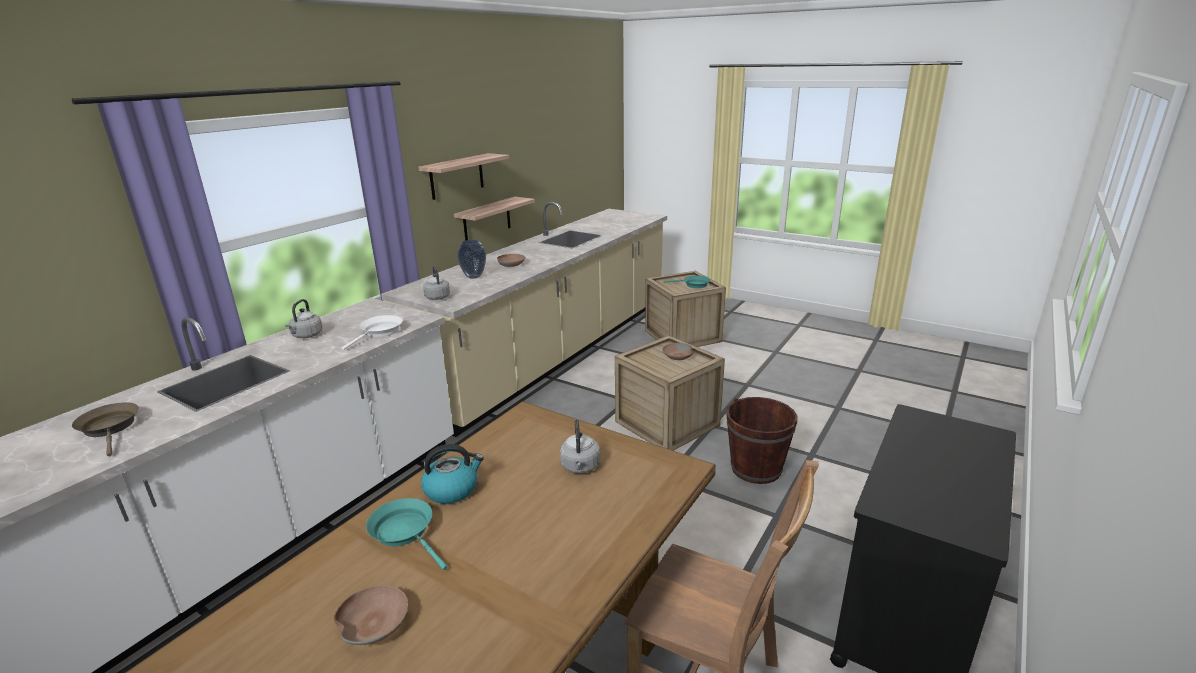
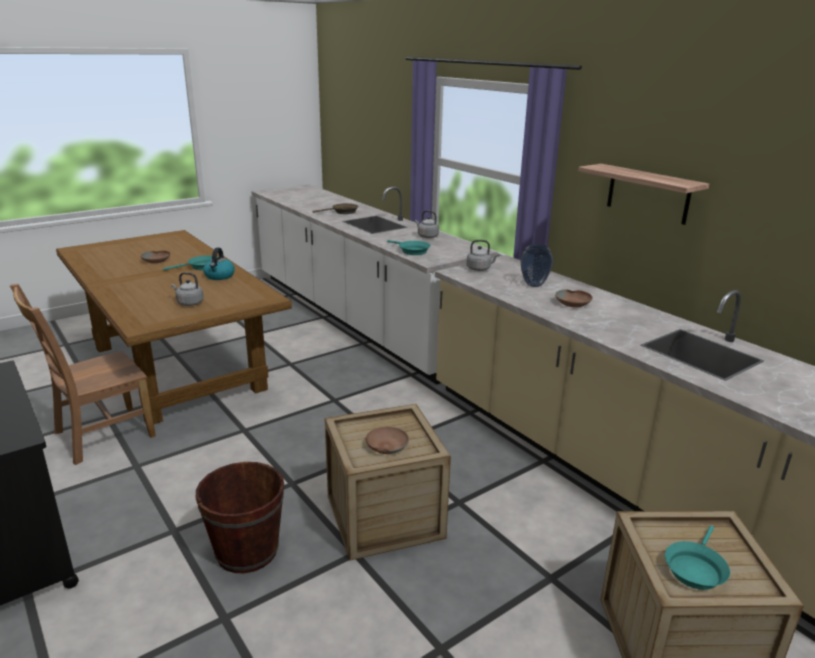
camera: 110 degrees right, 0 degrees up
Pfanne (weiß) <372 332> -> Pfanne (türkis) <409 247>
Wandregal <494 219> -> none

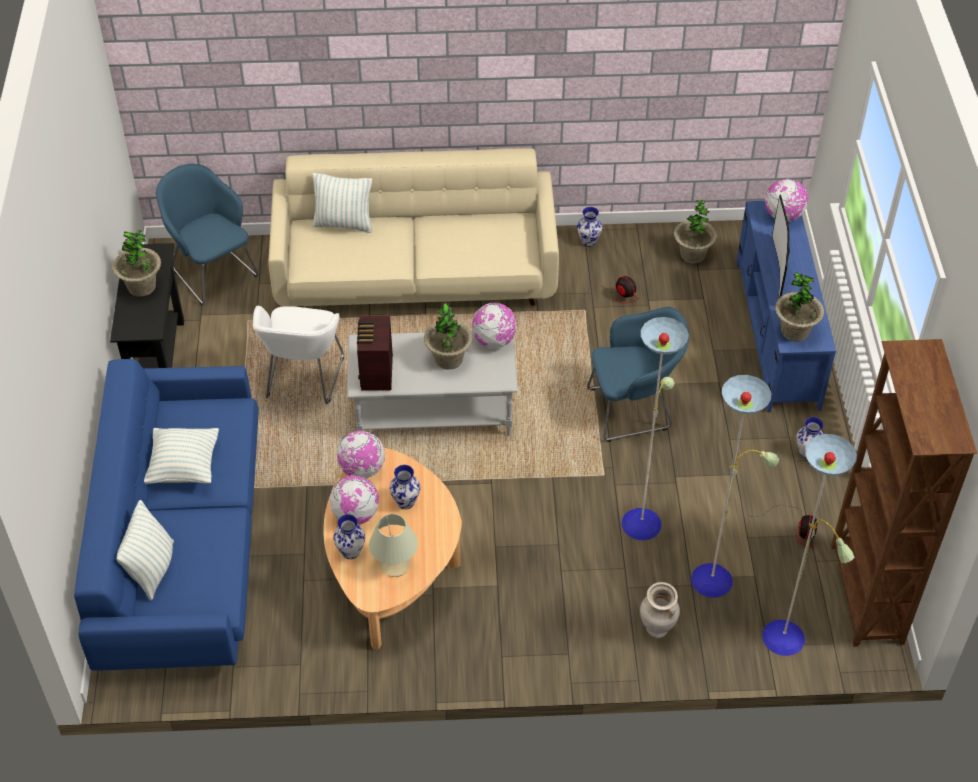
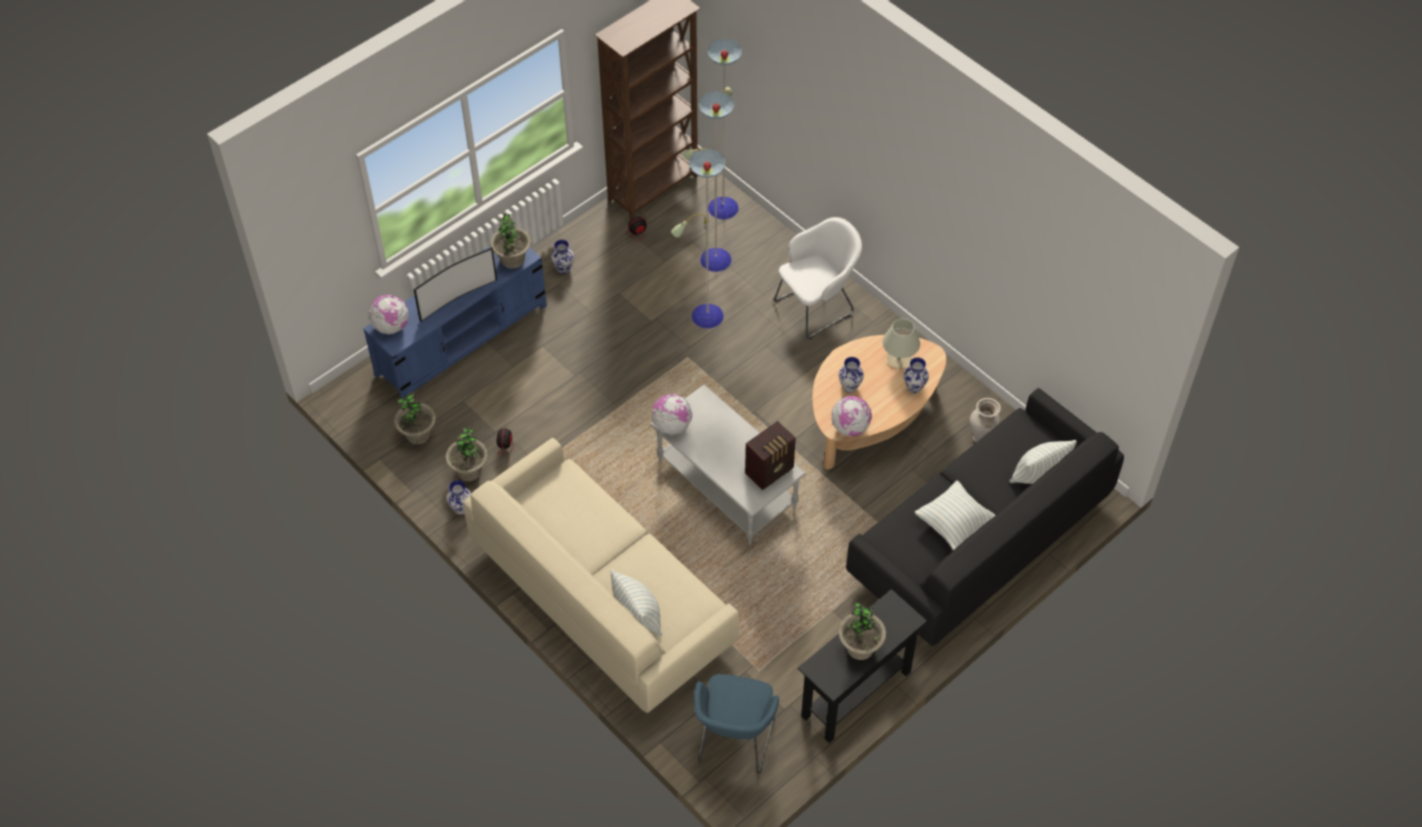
camera: 130 degrees left, 5 degrees up
Topfpflanze <448 336> -> Topfpflanze <466 454>, shifted
Sessel (weiß) <298 355> -> Sessel (weiß) <818 278>, shifted
Sofa (blau) <166 515> -> Sofa (schwarz) <985 517>
Vase (beige) <660 610> -> Vase (beige) <985 420>, shifted
Globus <354 500> -> none
Sessel (blau) <638 374> -> none

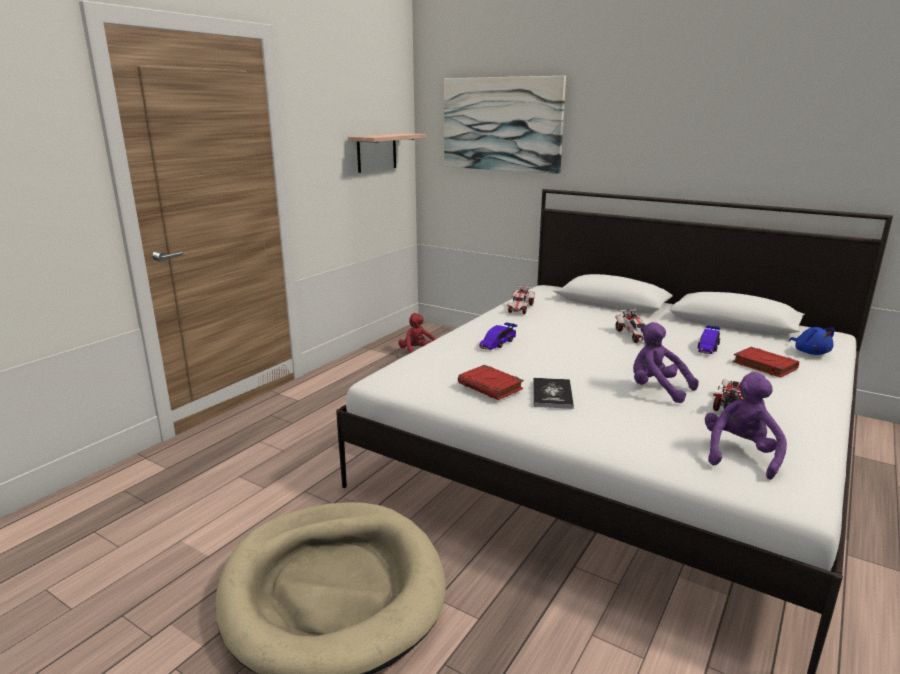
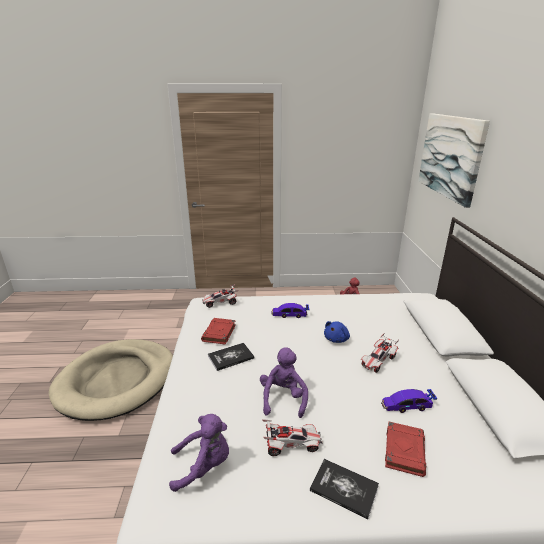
camera: 55 degrees right, 5 degrees up
Spielzeugauto <521 298> -> Spielzeugauto <220 296>, shifted
none -> Buch <344 489>
Plüschtier (blau) <812 341> -> Plüschtier (blau) <337 332>, shifted
Wandregal <387 153> -> none

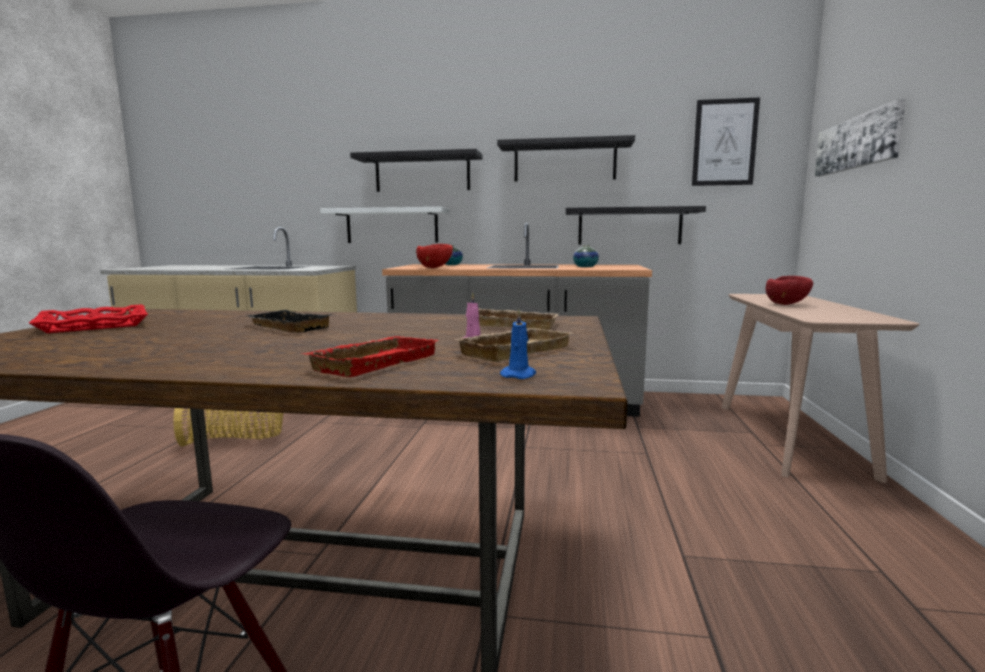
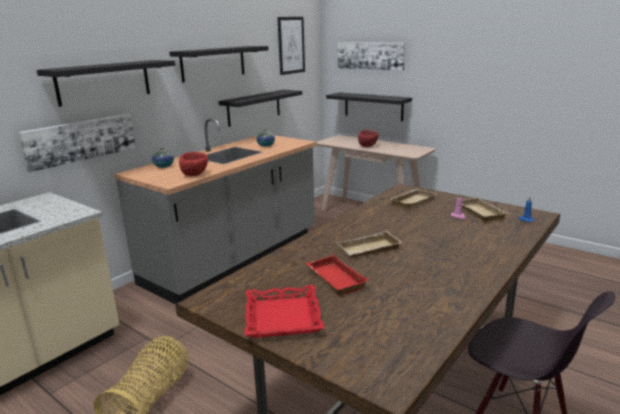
camera: 60 degrees left, 10 degrees up
Wandregal (weiß) <385 225> -> Bild <77 143>
Tablett (rot) <371 356> -> Tablett (rot) <337 275>, shifted
none -> Wandregal (schwarz) <369 106>
Tablett (schwarz) <288 321> -> Tablett (beige) <369 244>

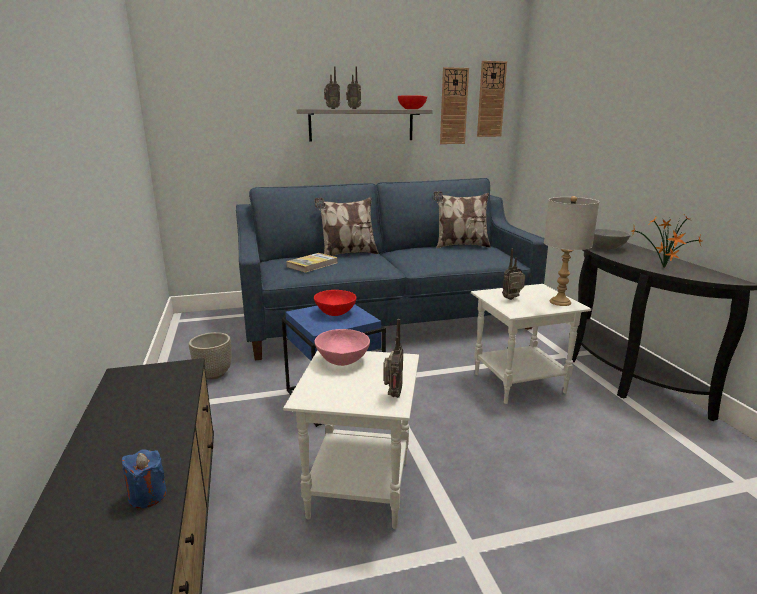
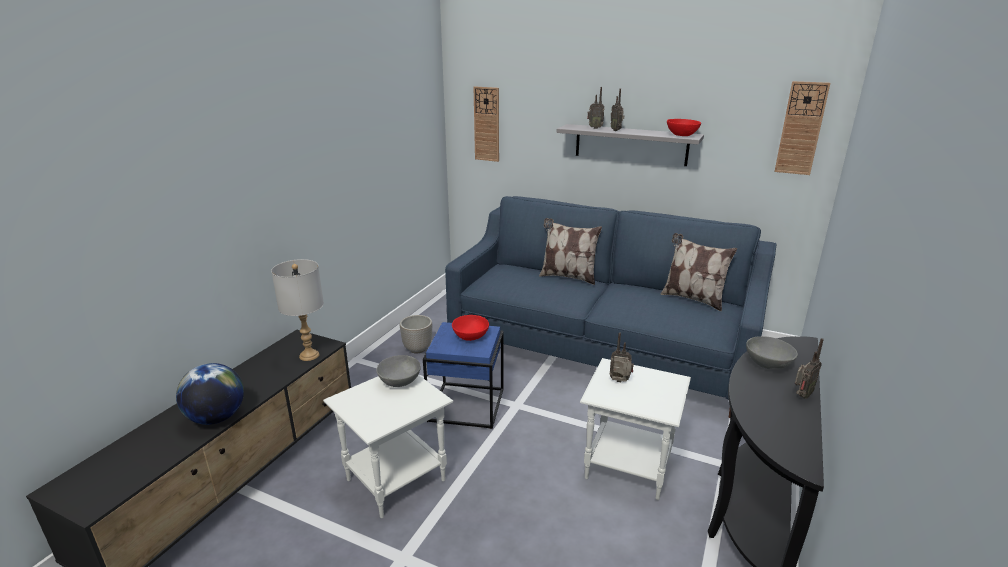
camera: 40 degrees right, 5 degrees up
Kerze (blau) <144 478> -> Globus <210 394>
Tischlampe (grau) <571 251> -> Tischlampe (grau) <297 310>, shifted
Schüssel (rosa) <342 347> -> Schüssel (grau) <398 371>
Wanduhr <454 105> -> Wanduhr <486 124>, shifted
Radio <393 358> -> Radio <809 368>, shifted
Buch <312 262> -> none
Topfpflanze <667 241> -> none

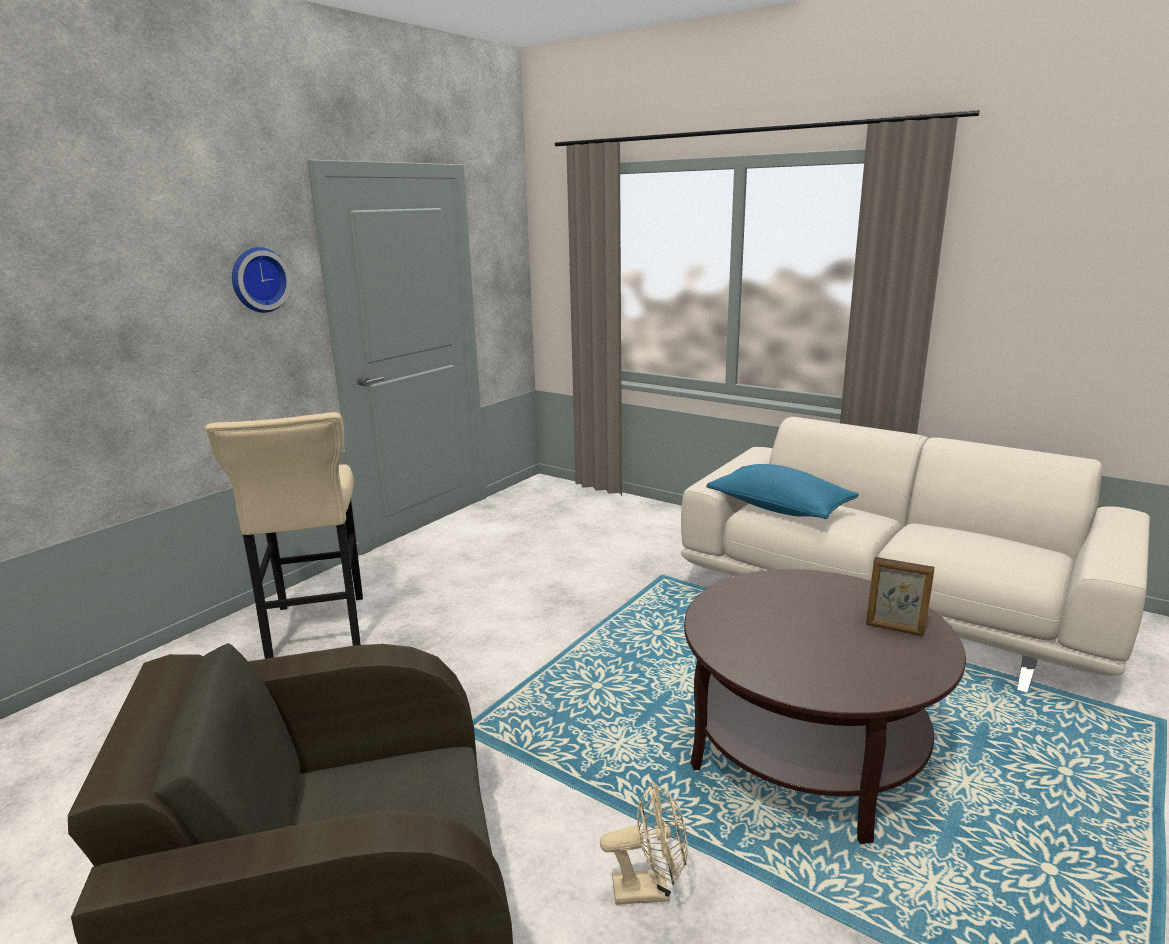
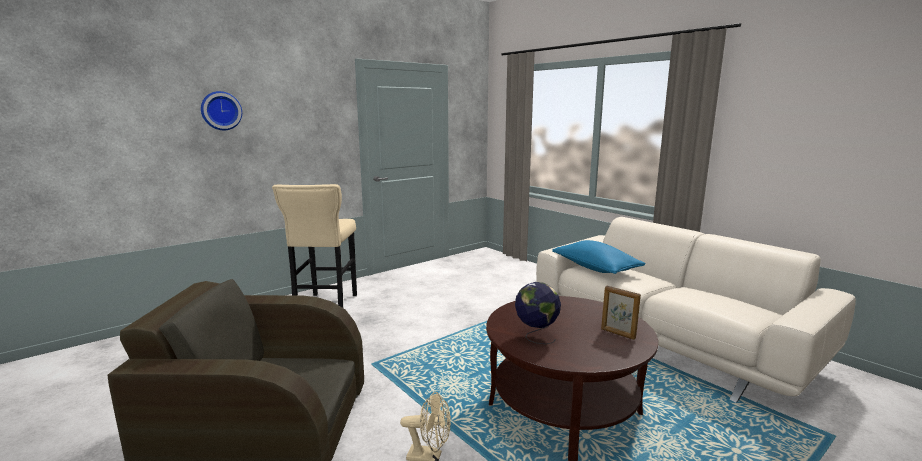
camera: 15 degrees right, 5 degrees down
Wanduhr <261 280> -> Wanduhr <221 110>, shifted
none -> Globus <538 313>

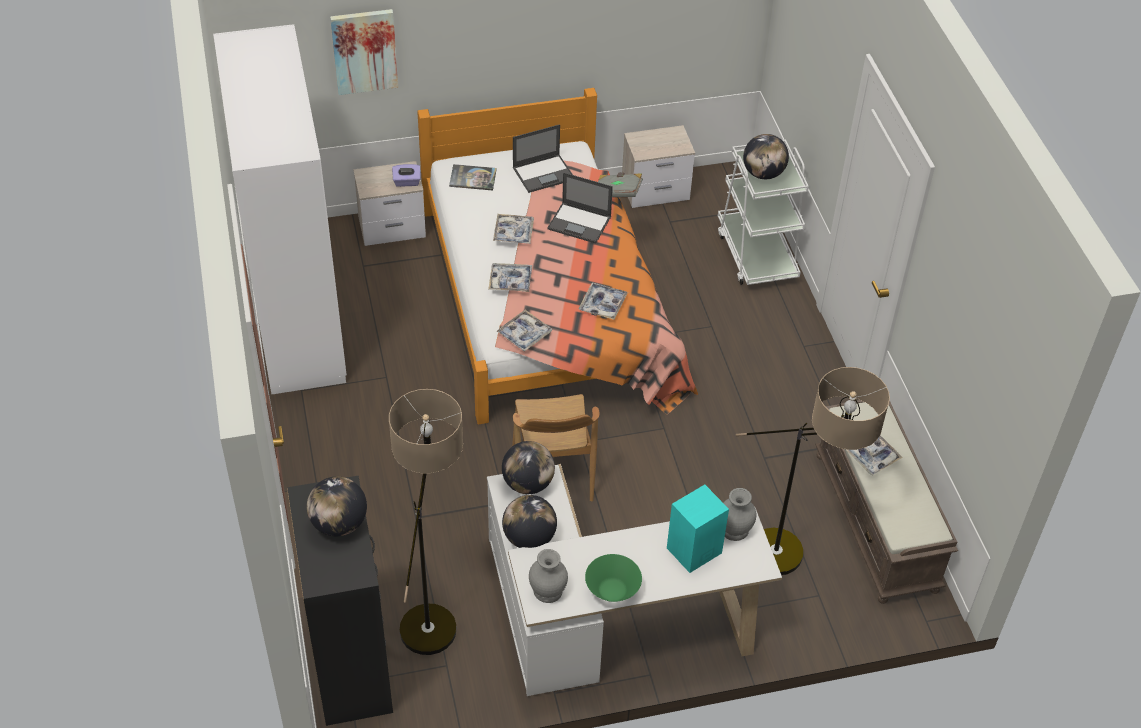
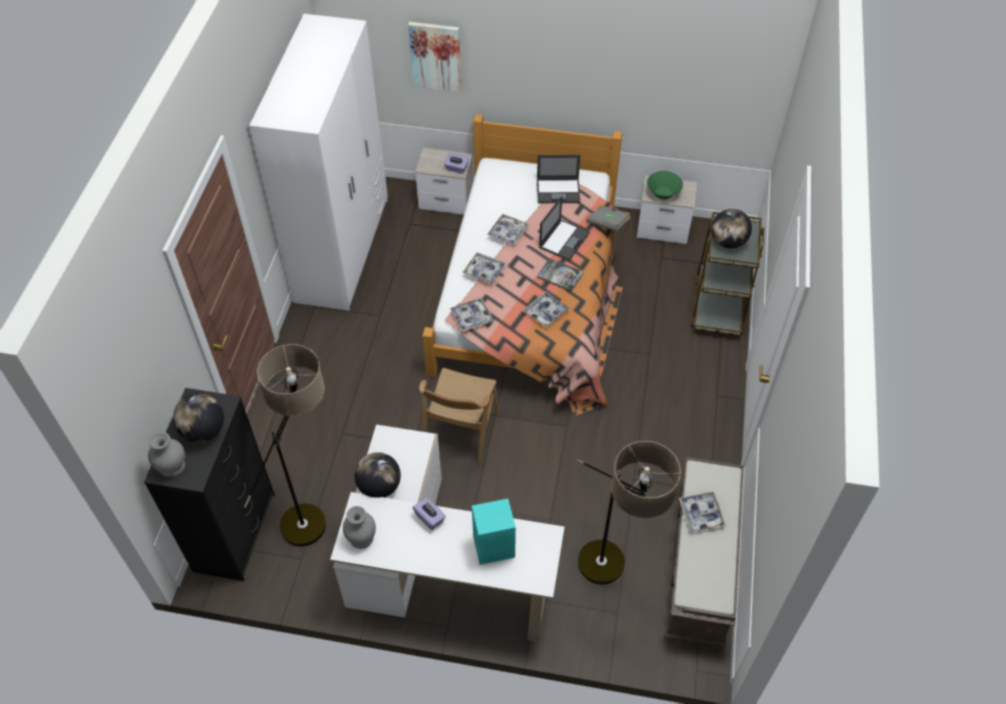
camera: 25 degrees right, 5 degrees up
Vase (grau) <739 514> -> Vase (grau) <166 454>, shifted
none -> Taschentuchbox (lila) <429 514>
Buch <473 177> -> Buch <560 275>, shifted
Laptop <580 208> -> Laptop <564 228>, 105 degrees counterclockwise
Schüssel (grün) <613 578> -> Schüssel (grün) <665 185>, shifted
Rollwagen (weiß) <763 212> -> Rollwagen (braun) <727 274>
Globus <528 467> -> none

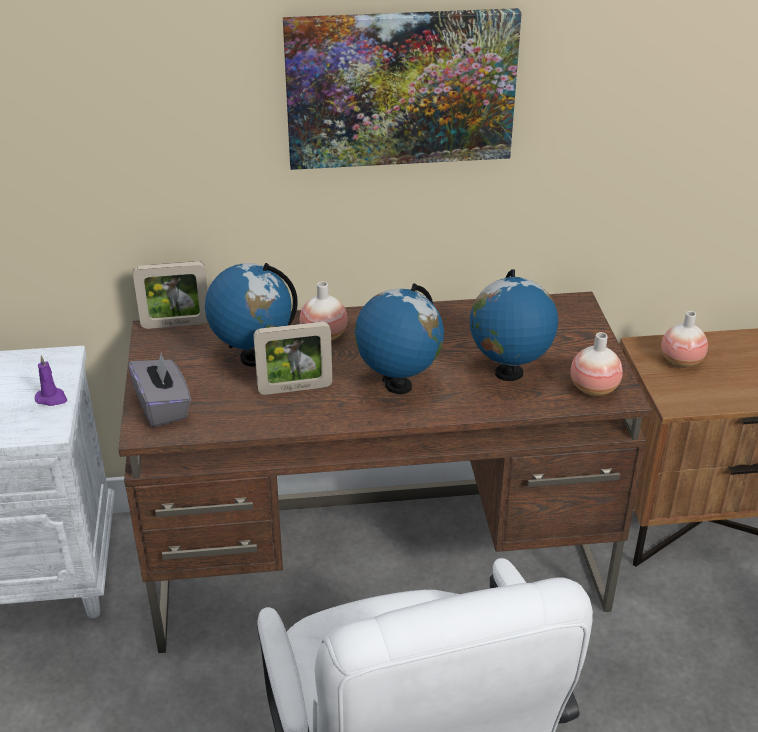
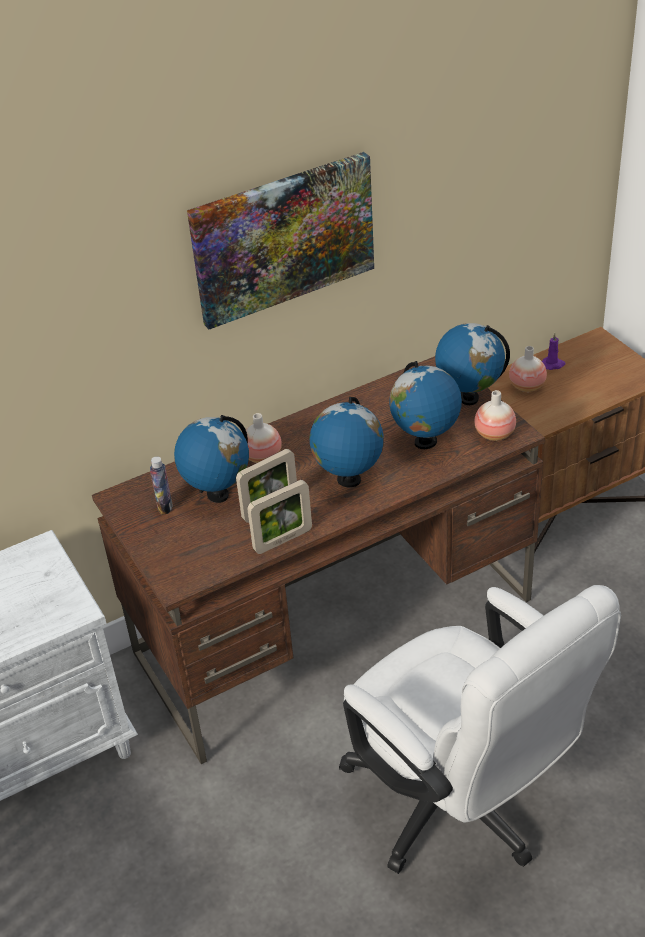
camera: 20 degrees left, 5 degrees up
none -> Flasche <161 485>
Bilderrahmen <170 295> -> Bilderrahmen <279 517>, shifted
none -> Globus <472 364>
Kerze (lila) <51 380> -> Kerze (lila) <553 351>, shifted
Taschentuchbox (grau) <159 389> -> none

